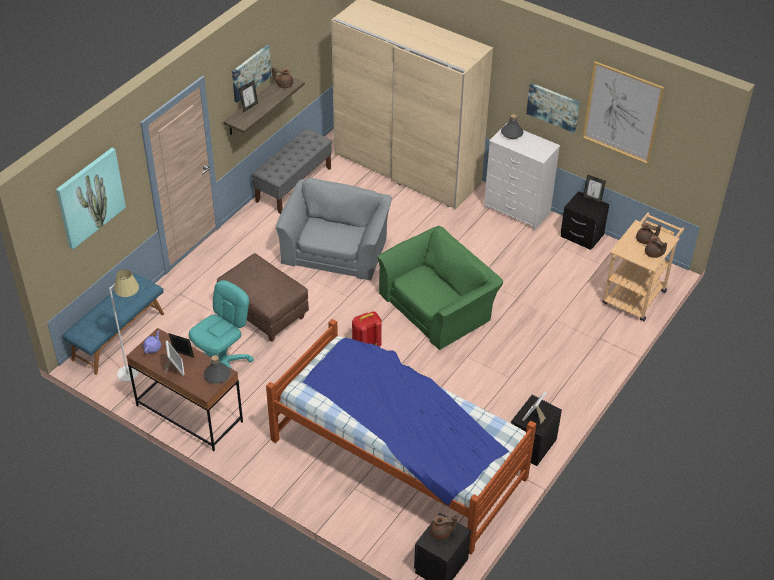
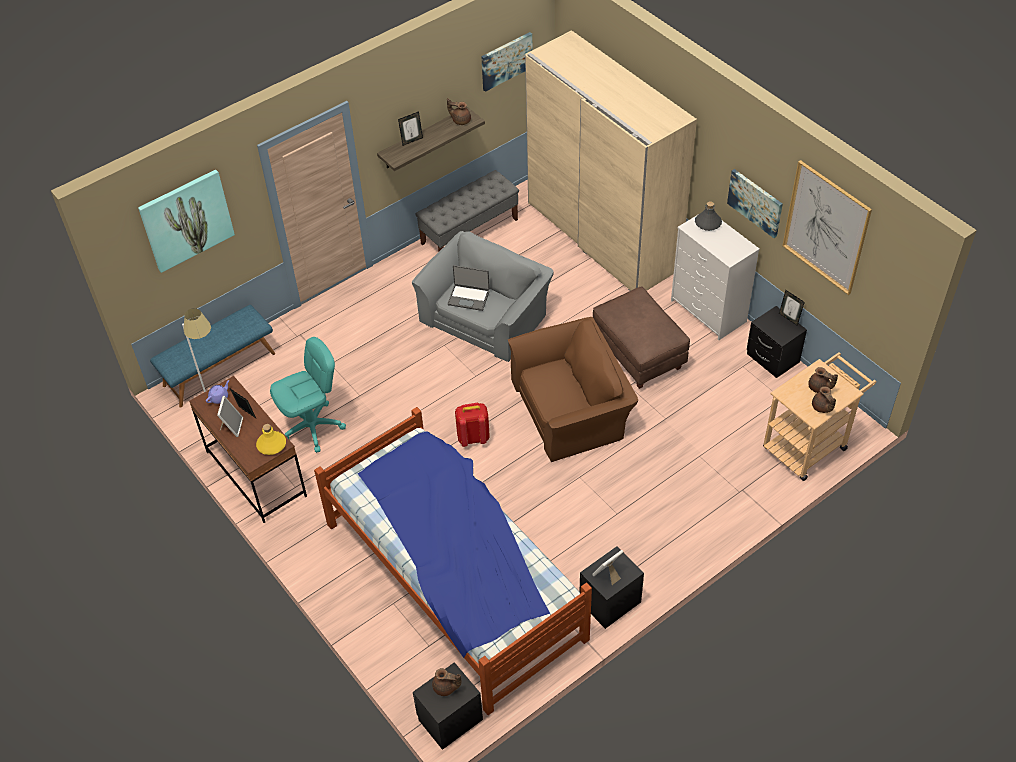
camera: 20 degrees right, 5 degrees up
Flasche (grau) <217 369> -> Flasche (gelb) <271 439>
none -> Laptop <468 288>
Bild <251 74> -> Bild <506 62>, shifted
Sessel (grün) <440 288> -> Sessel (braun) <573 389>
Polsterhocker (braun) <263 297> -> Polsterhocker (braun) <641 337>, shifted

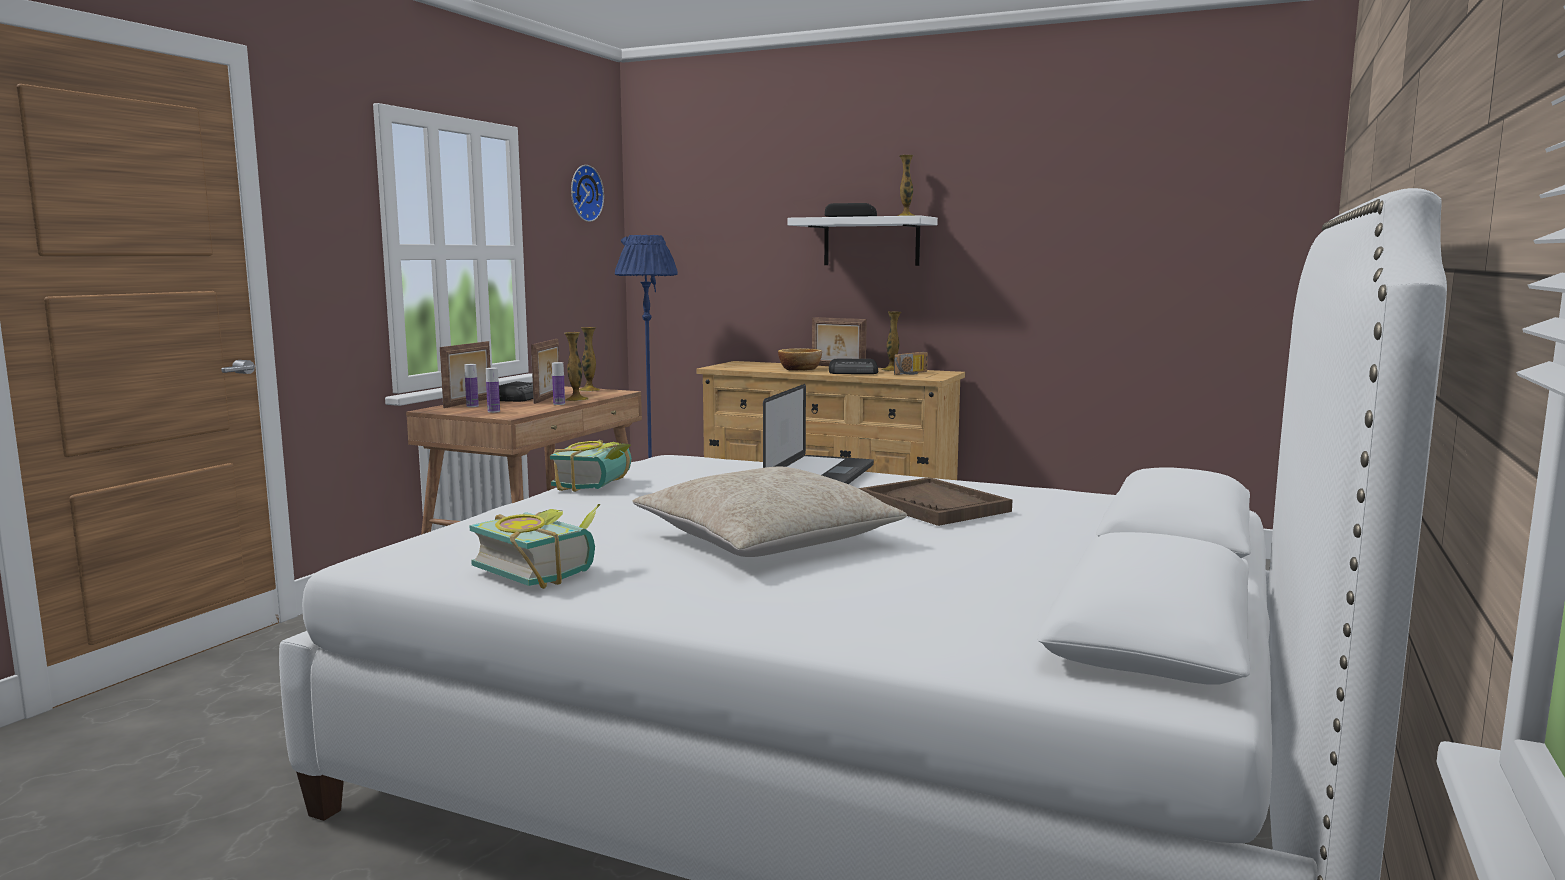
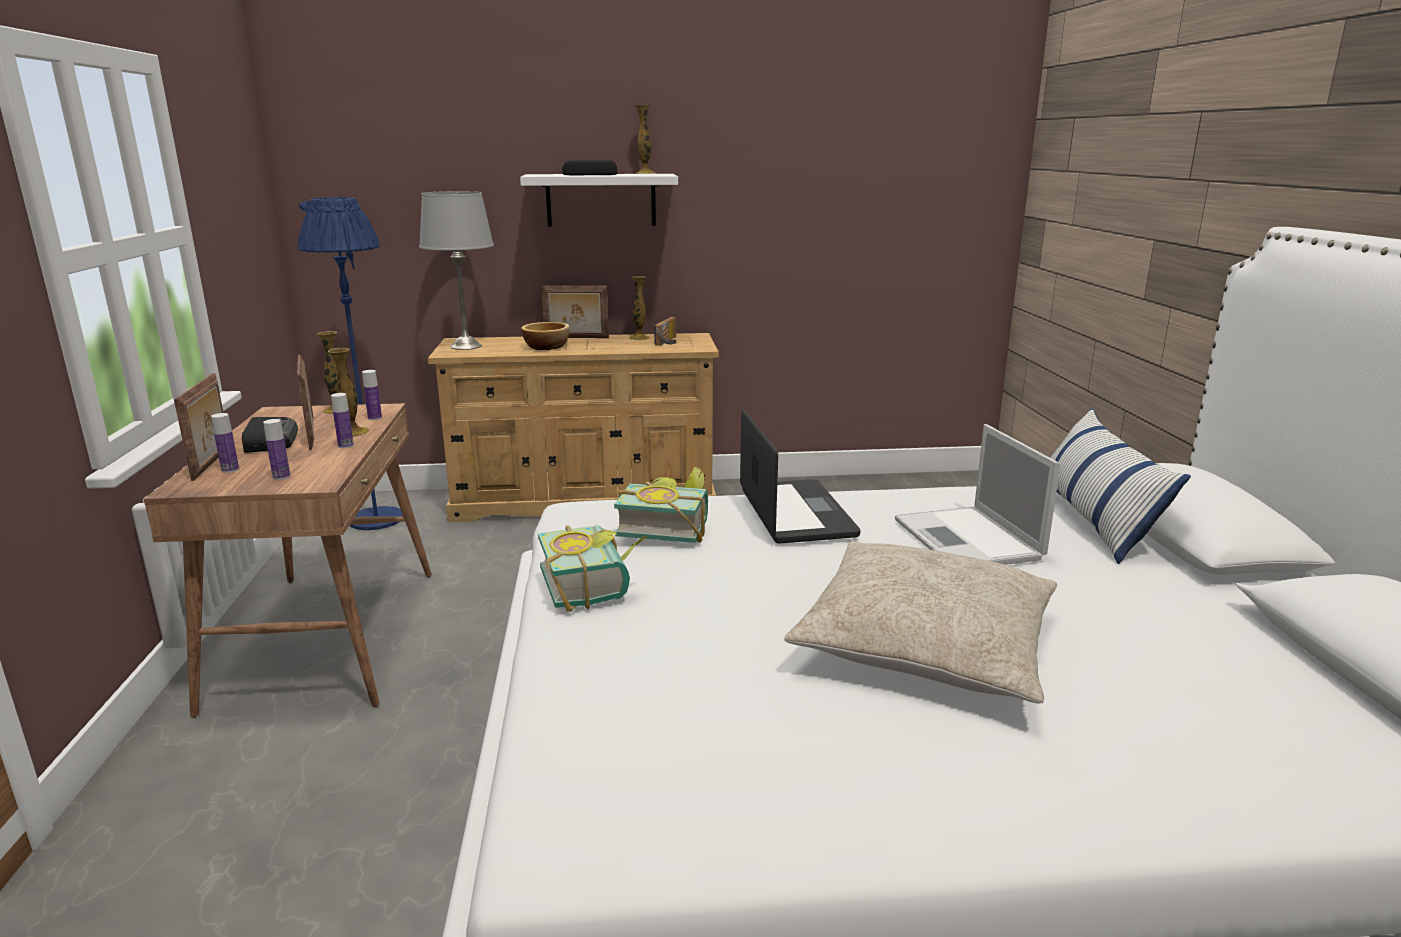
camera: 30 degrees left, 10 degrees up
none -> Flasche <372 395>
none -> Tischlampe (grau) <456 270>
Buch <534 546> -> Buch <661 505>, shifted
Tablett (braun) <935 501> -> Laptop <978 494>
none -> Kissen <1121 486>
Wanduhr <587 193> -> none
Radio <854 366> -> none

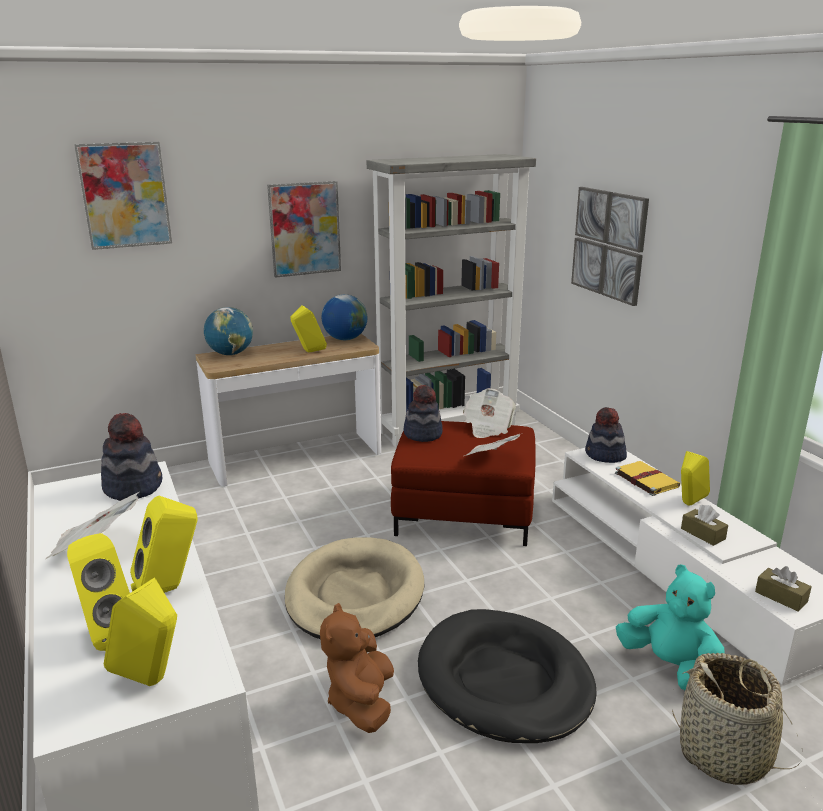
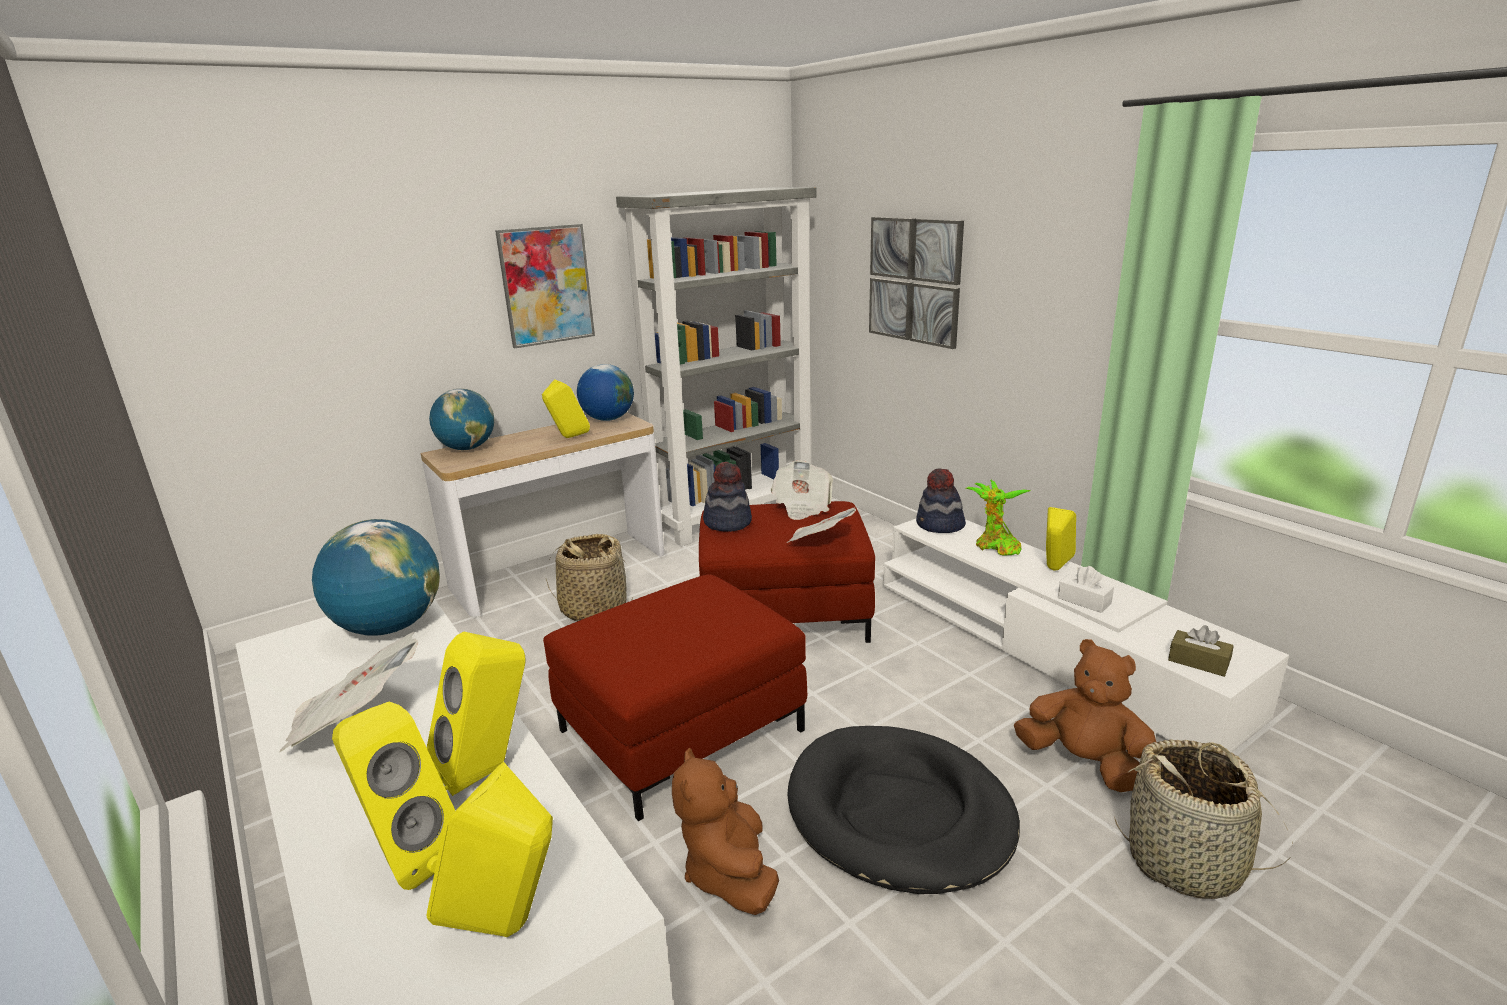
camera: 10 degrees left, 0 degrees up
Hut <131 457> -> Globus <376 577>
Hundebett (beige) <354 588> -> Polsterhocker (rot) <675 698>
none -> Korb <589 577>
Buch (gelb) <647 478> -> Topfpflanze <998 518>
Plüschtier (türkis) <670 627> -> Plüschtier (braun) <1085 715>
Taschentuchbox (braun) <704 525> -> Taschentuchbox (weiß) <1086 589>
Bild <123 196> -> none

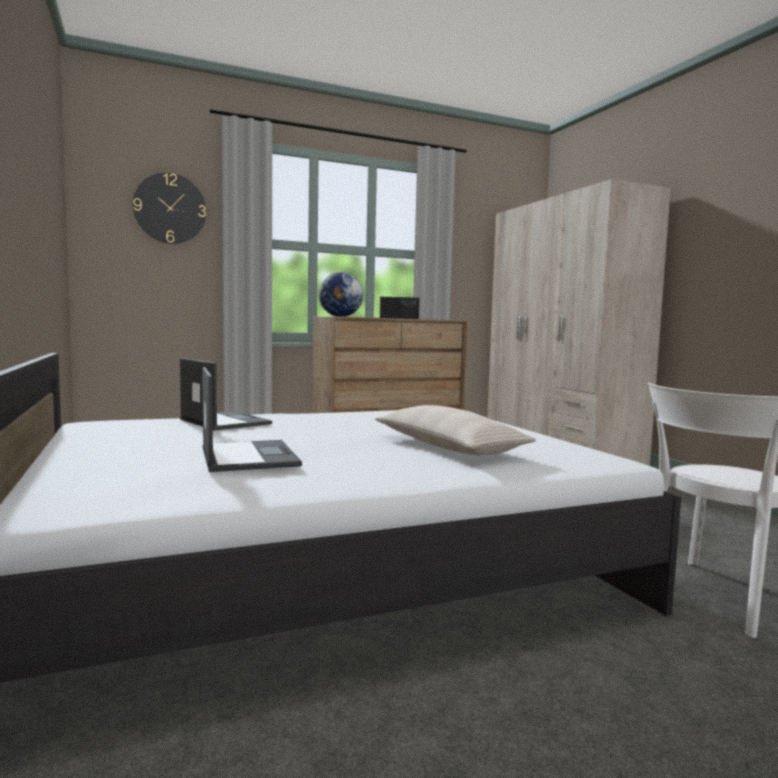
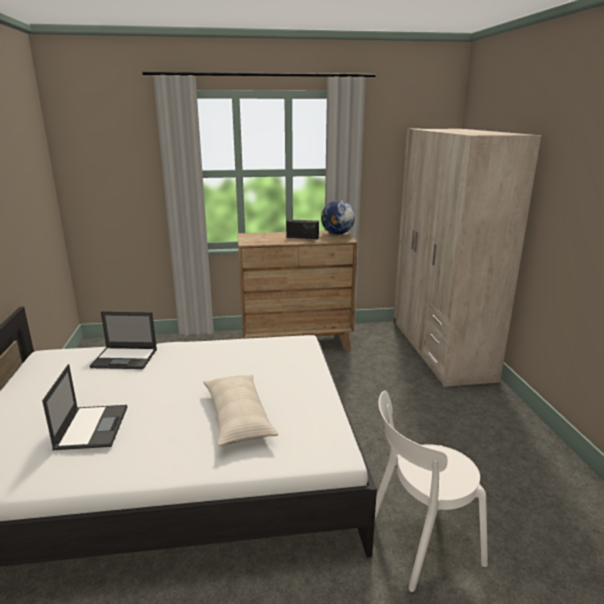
camera: 15 degrees right, 15 degrees up
Laptop <226 394> -> Laptop <123 340>, 120 degrees clockwise
Globus <341 294> -> Globus <338 217>, shifted
Wanduhr <169 208> -> none

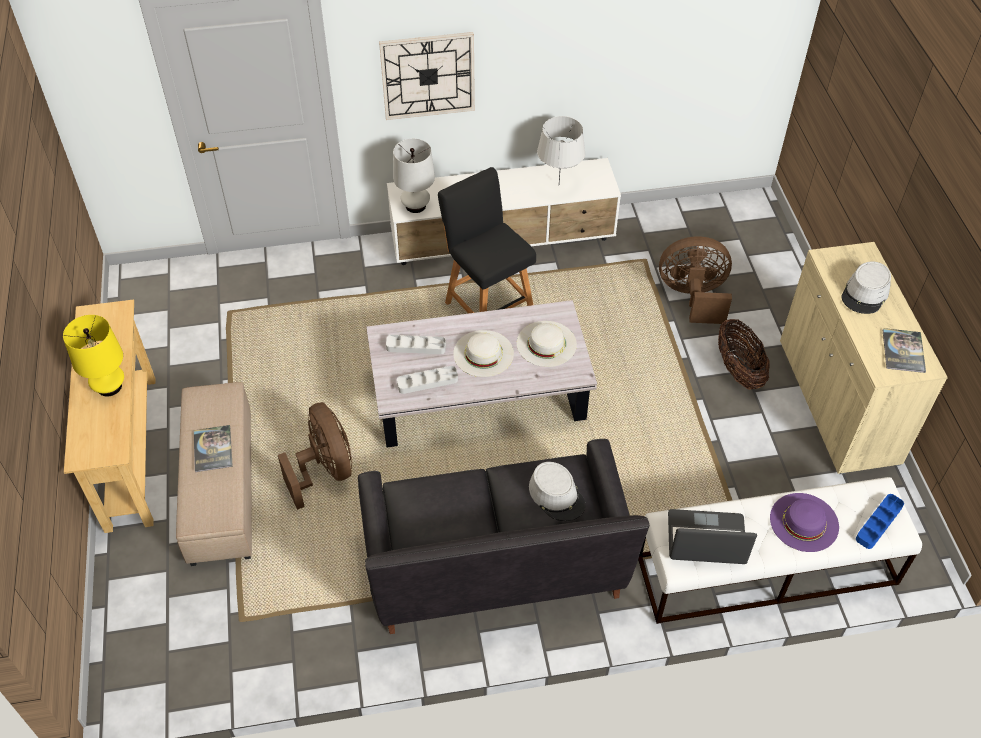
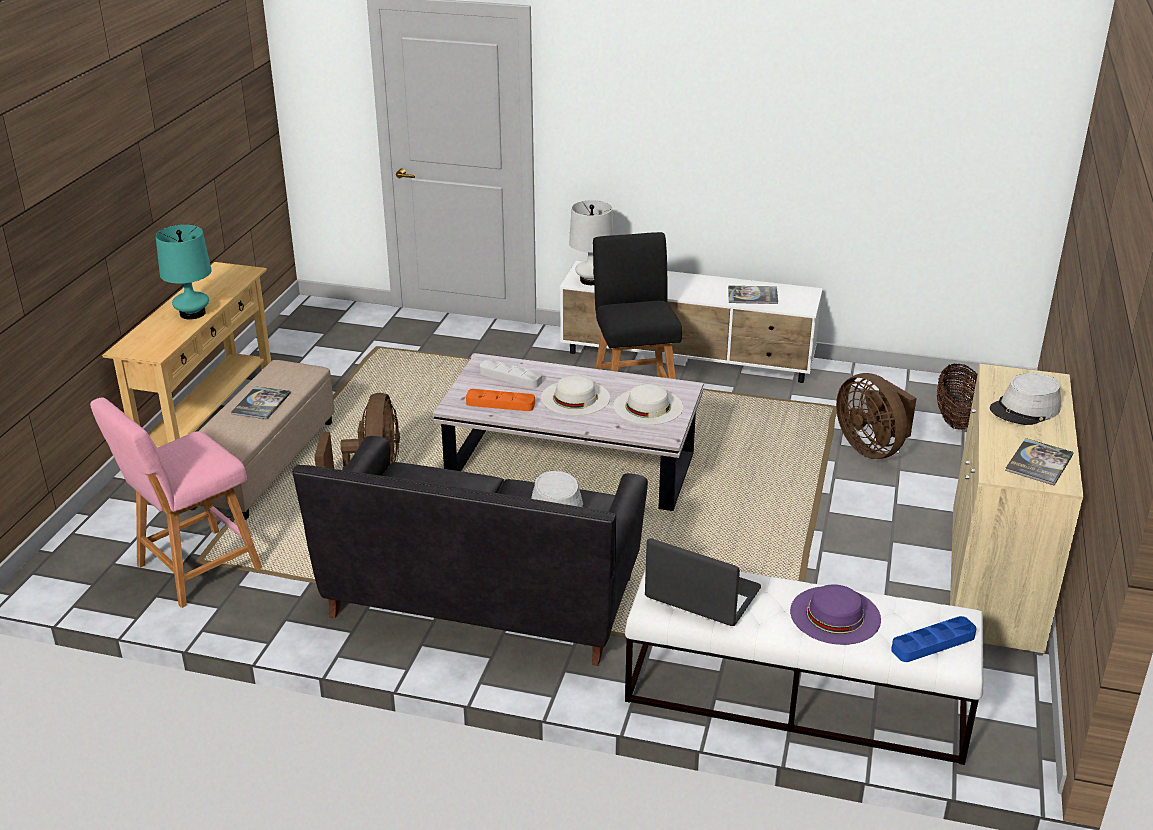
camera: 25 degrees right, 20 degrees down
none -> Hocker (rosa) <176 502>
Tischlampe (gelb) <93 356> -> Tischlampe (türkis) <183 272>
Tablett (grau) <427 380> -> Tablett (orange) <500 400>
Tischlampe (grau) <561 149> -> Buch <753 295>
Ventilator (braun) <695 280> -> Ventilator (braun) <876 416>, 150 degrees counterclockwise
Korb <744 354> -> Korb <957 396>, shifted
Wanduhr <427 76> -> none

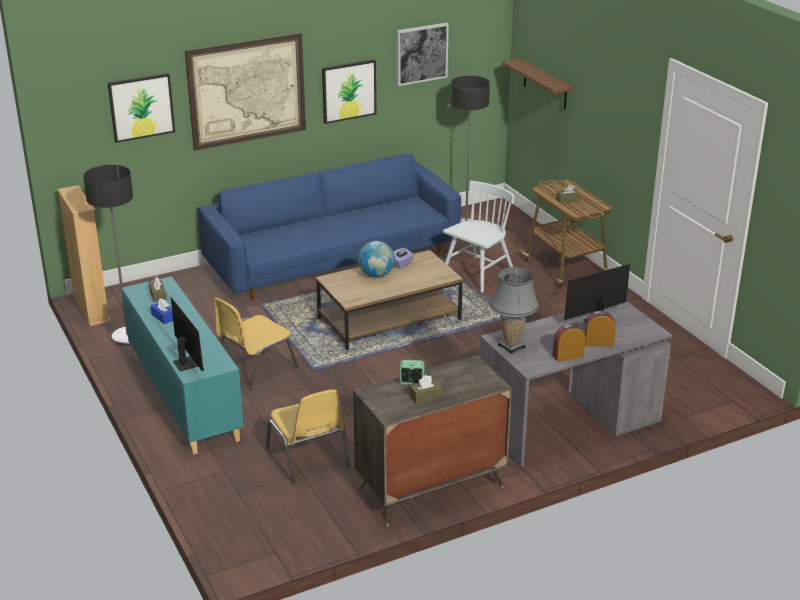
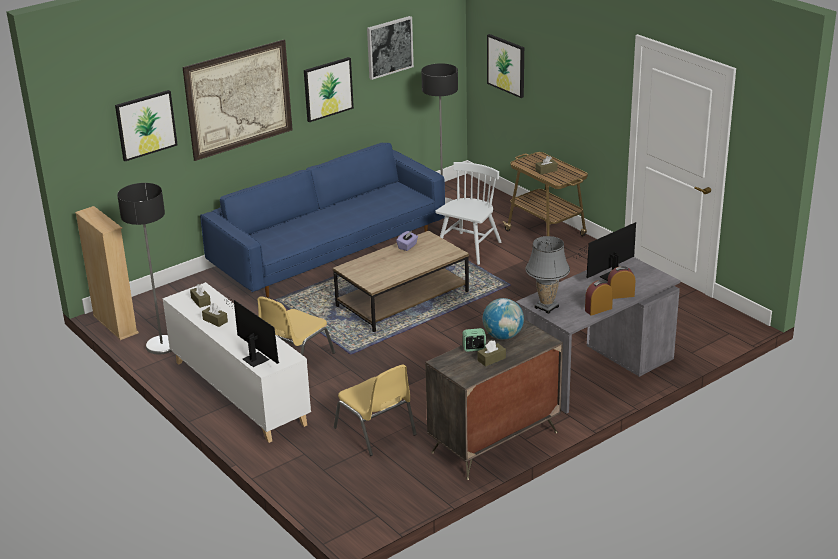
camera: 10 degrees left, 0 degrees up
Schrank (türkis) <183 365> -> Schrank (weiß) <237 362>
Taschentuchbox (blau) <162 311> -> Taschentuchbox (braun) <215 315>
Globus <376 259> -> Globus <503 318>, shifted
Wandregal (braun) <537 83> -> Bild <505 66>

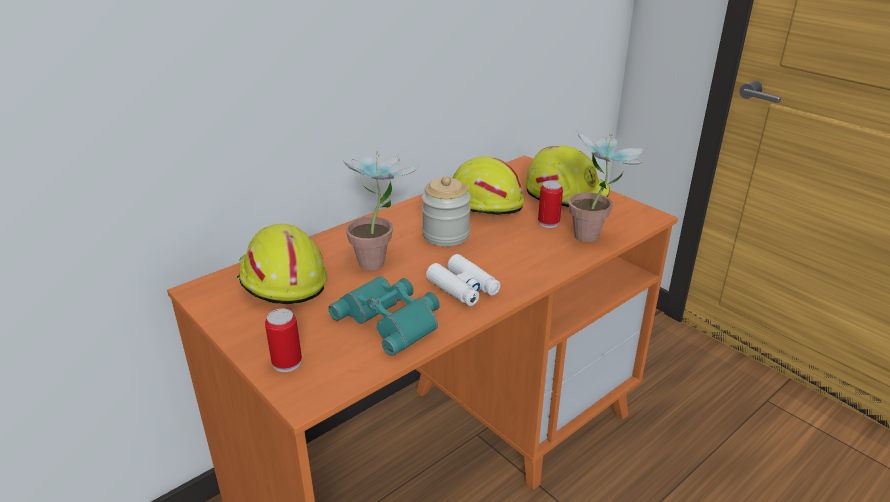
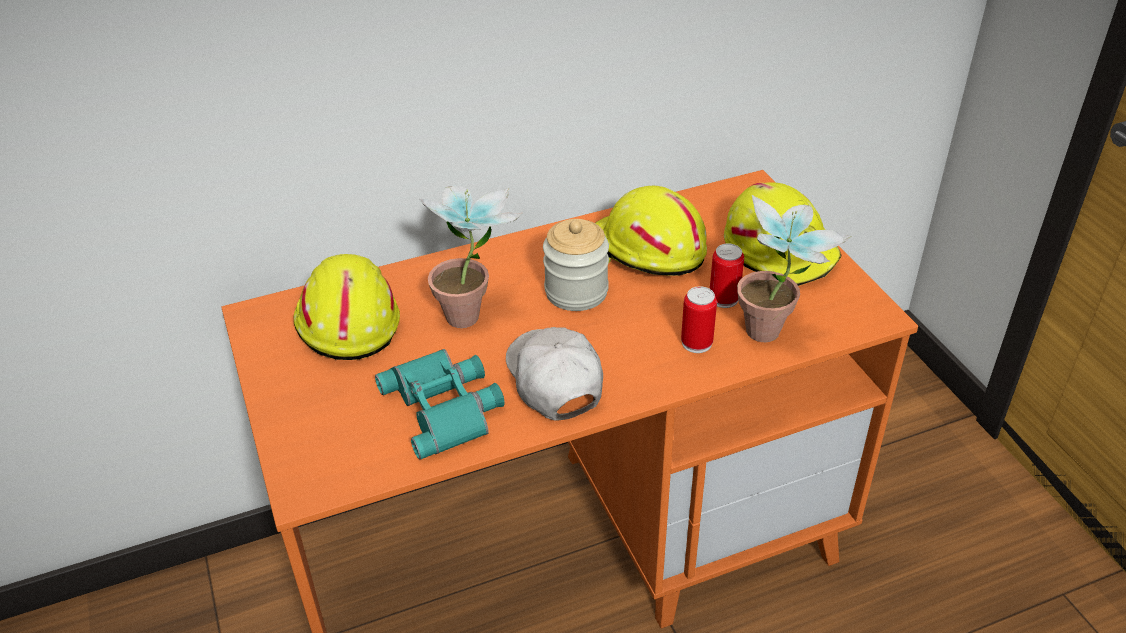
camera: 20 degrees right, 10 degrees up
Fernglas (weiß) <463 280> -> Kappe (weiß) <554 374>
Dose <283 340> -> Dose <699 319>, shifted

